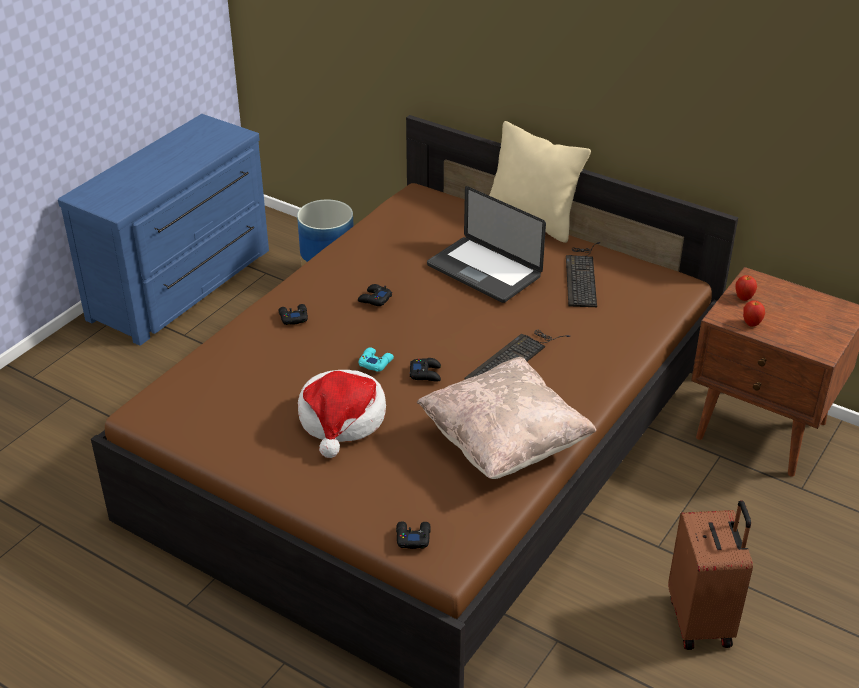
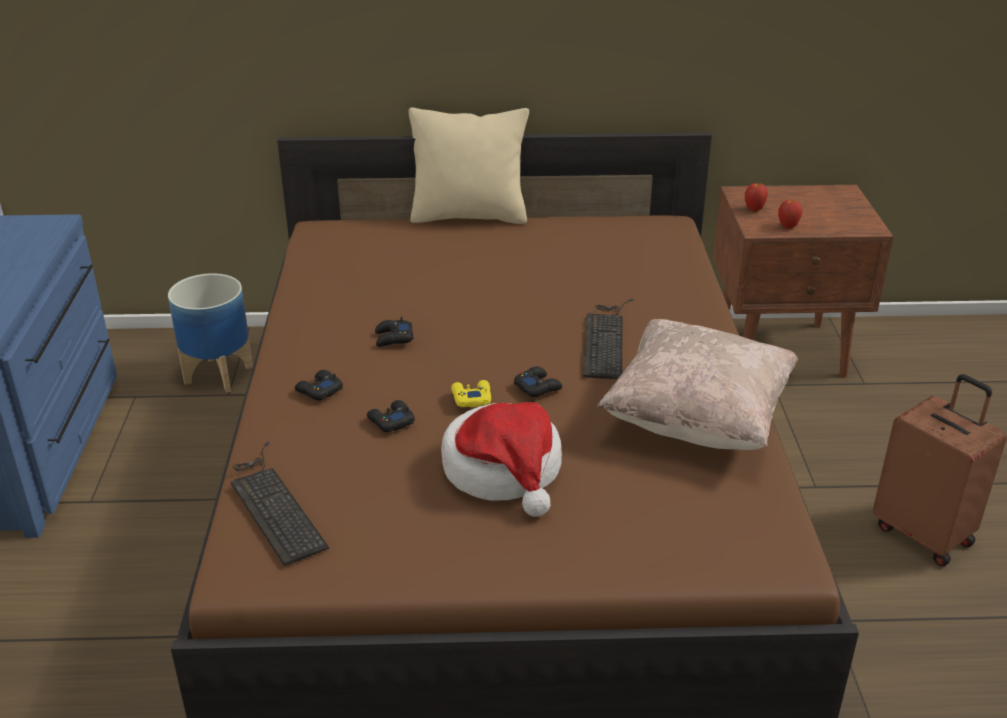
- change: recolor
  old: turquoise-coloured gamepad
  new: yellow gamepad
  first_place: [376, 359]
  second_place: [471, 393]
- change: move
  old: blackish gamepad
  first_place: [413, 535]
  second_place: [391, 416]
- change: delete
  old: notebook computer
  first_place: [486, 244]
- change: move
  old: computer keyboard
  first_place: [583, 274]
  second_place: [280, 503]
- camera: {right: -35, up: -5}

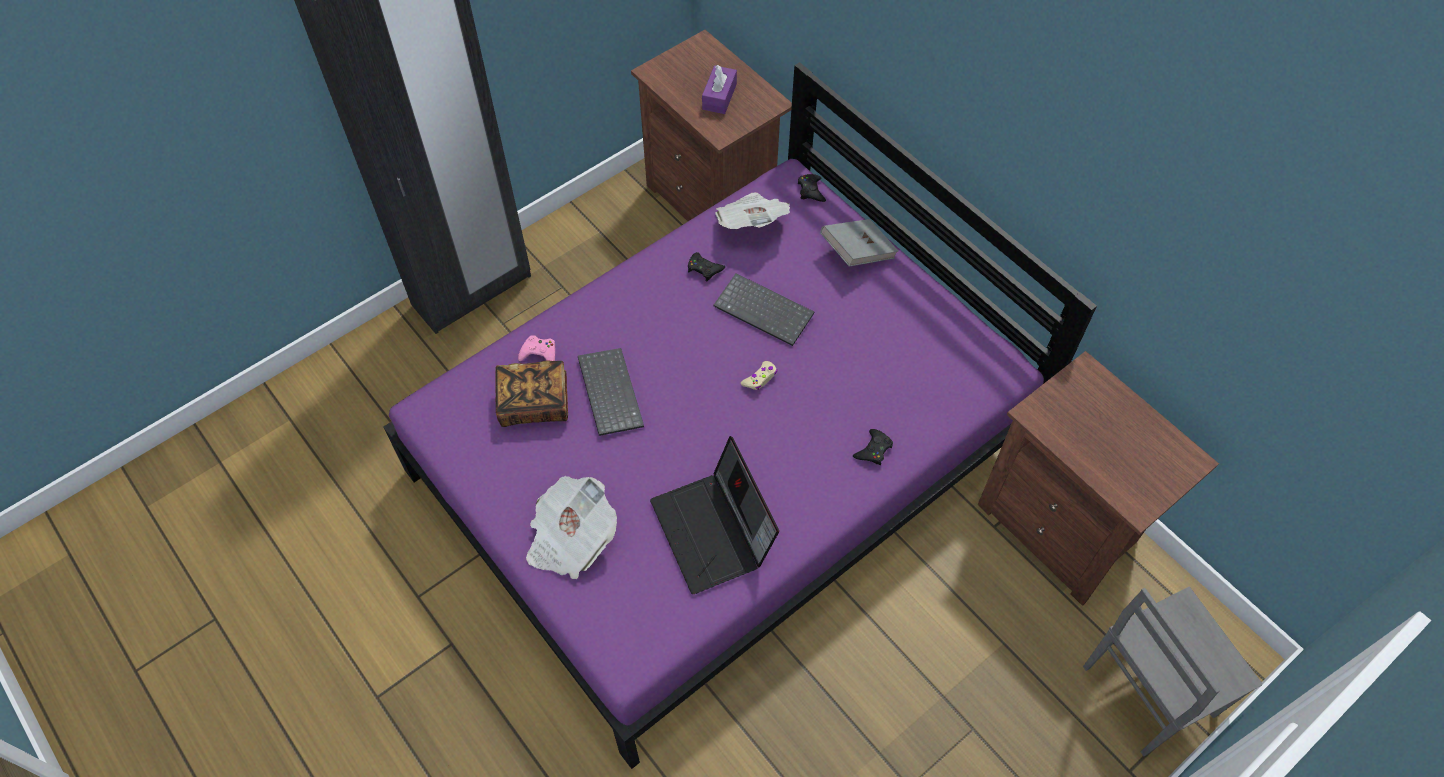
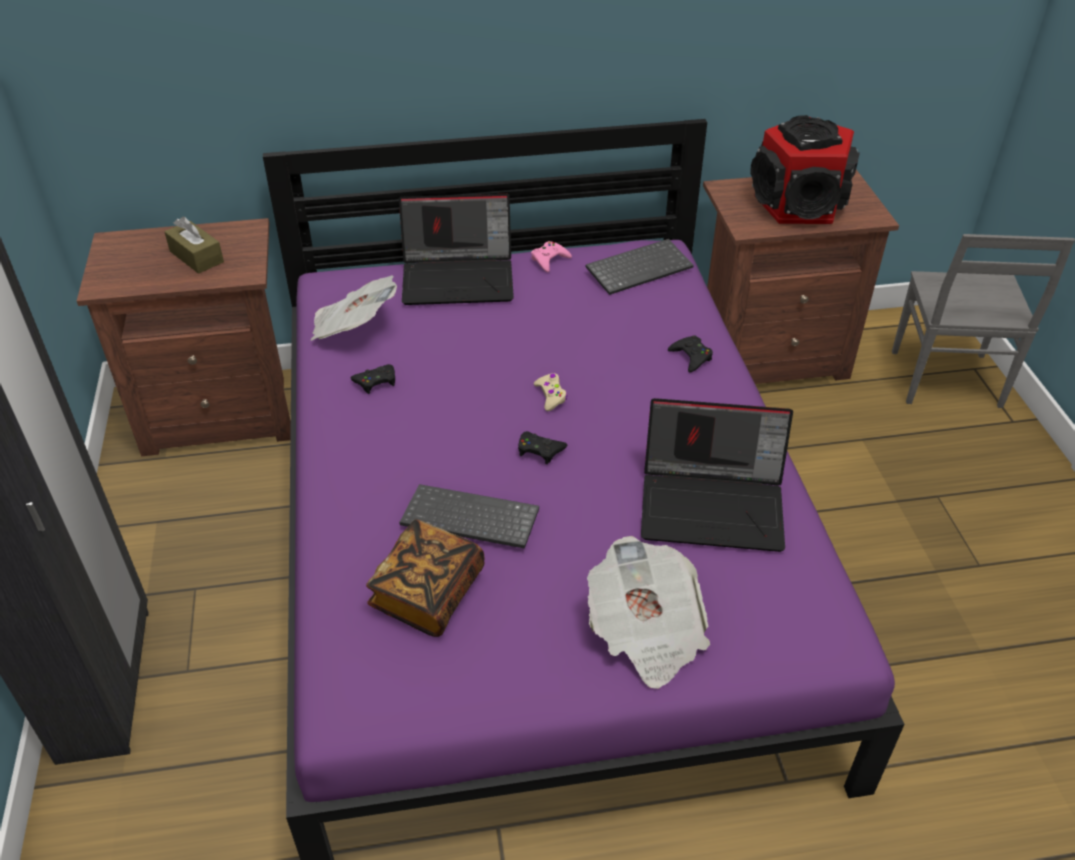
- change: move
  old: pink-coloured gamepad
  first_place: [536, 348]
  second_place: [551, 256]
- change: recolor
  old: purplish tissue box
  new: brown tissue box
  first_place: [719, 89]
  second_place: [194, 245]
- change: move
  old: computer keyboard
  first_place: [764, 309]
  second_place: [640, 267]
- change: move
  old: blackish gamepad
  first_place: [812, 188]
  second_place: [542, 447]
- change: replace
  old: grey bound book
  new: notebook computer
  first_place: [859, 243]
  second_place: [456, 249]
- change: insert
  new: speaker
  second_place: [805, 169]
- camera: {right: -60, up: -15}

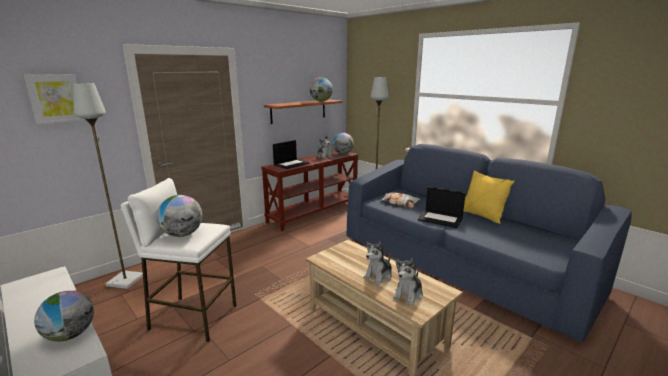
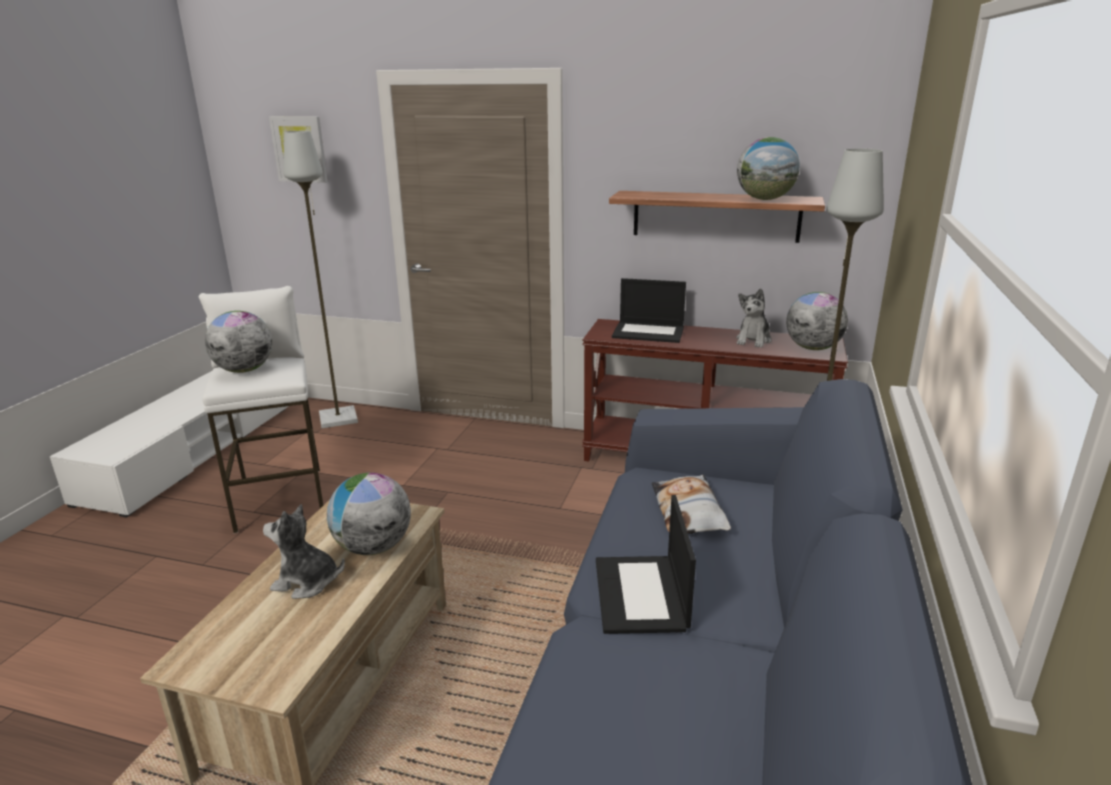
- change: move
  old: world globe
  first_place: [64, 316]
  second_place: [369, 514]
- change: delete
  old: plush toy
  first_place: [408, 282]
- change: delete
  old: yellow throw pillow
  first_place: [488, 197]
- camera: {right: 60, up: 5}

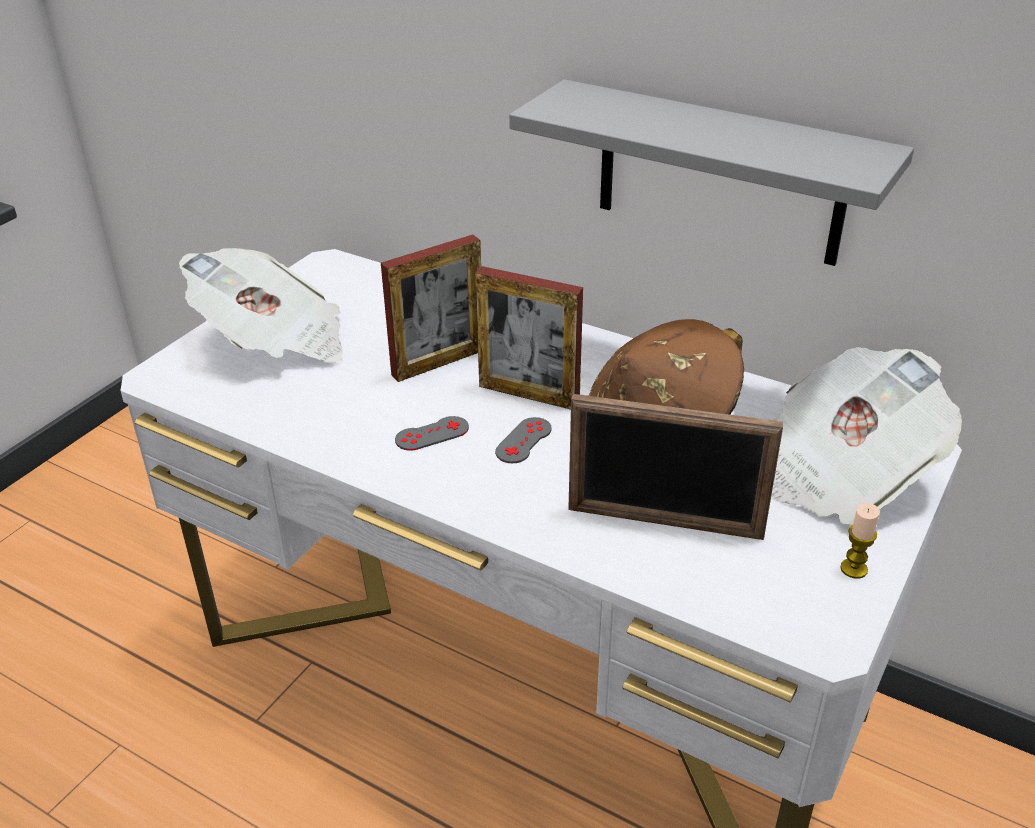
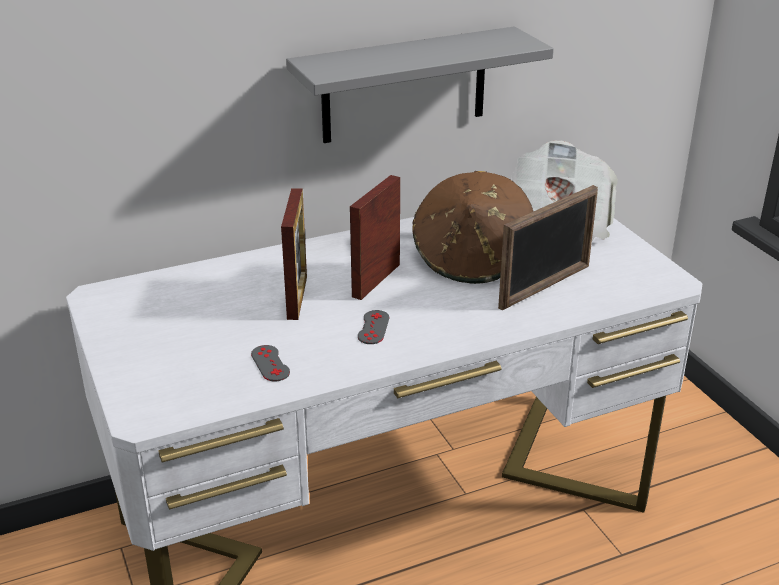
- change: delete
  old: newspaper
  first_place: [261, 305]
- change: rotate
  old: standing frame
  first_place: [529, 338]
  second_place: [375, 237]
  degrees: 150
- change: move
  old: grey gamepad
  first_place: [523, 440]
  second_place: [270, 363]
- change: delete
  old: wax light
  first_place: [860, 541]
- camera: {right: -55, up: -5}

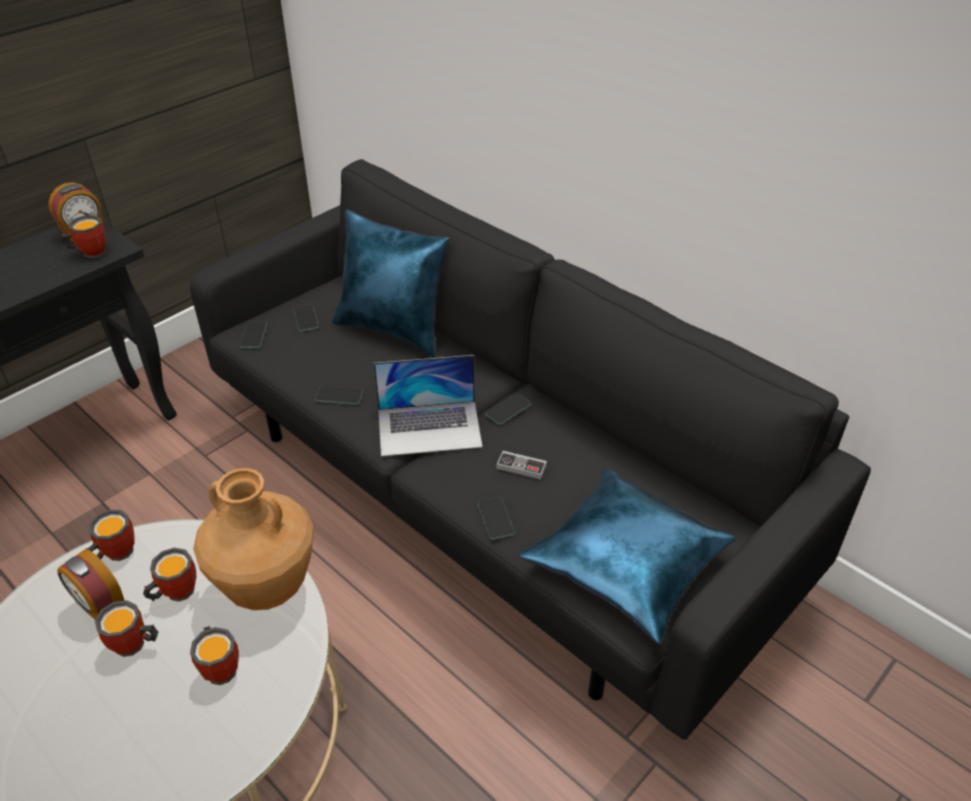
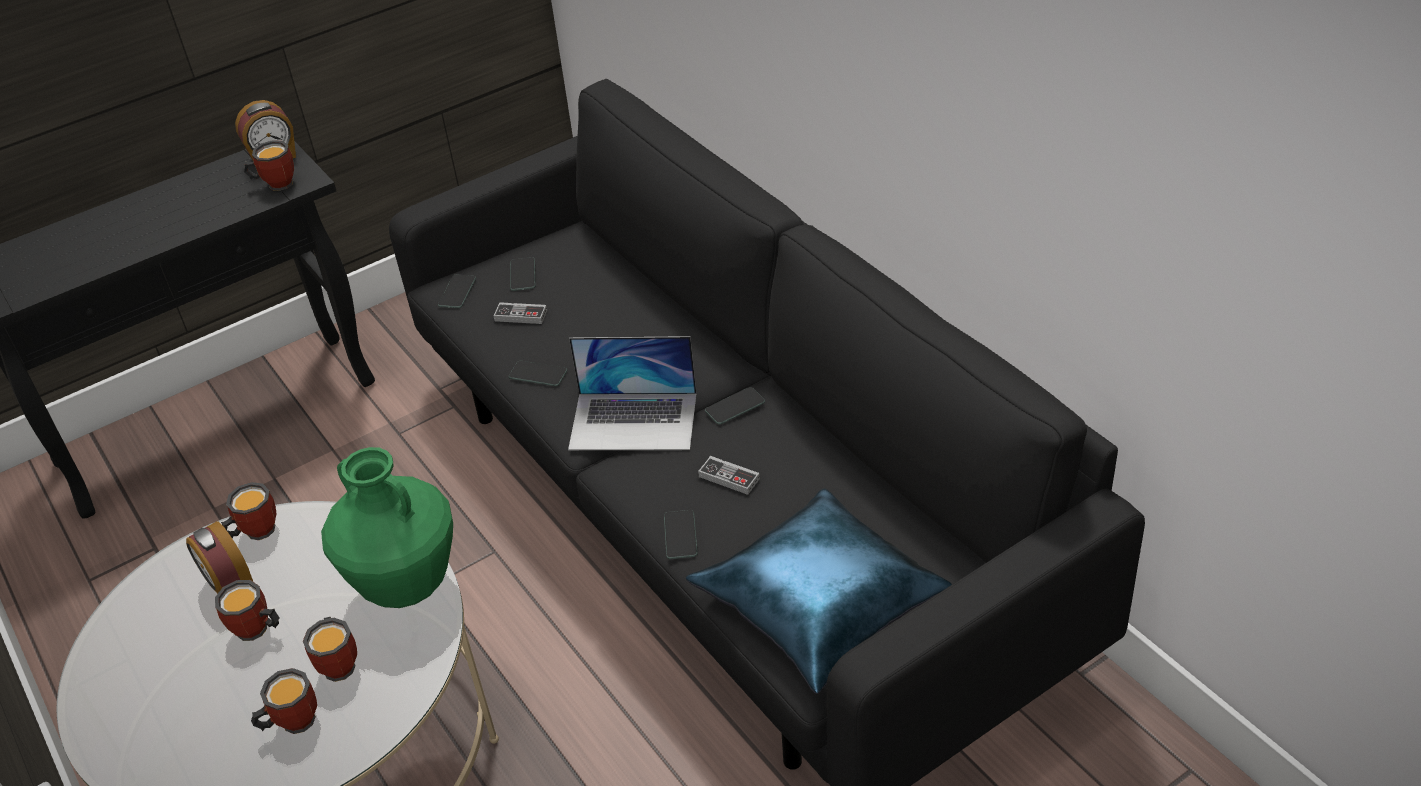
- change: move
  old: tea mug
  first_place: [169, 575]
  second_place: [284, 701]
- change: recolor
  old: brown decorative vase
  new: greenish decorative vase
  first_place: [253, 539]
  second_place: [387, 527]
- change: delete
  old: blue-coloured throw pillow
  first_place: [391, 283]
- change: insert
  new: gamepad
  second_place: [520, 313]
- camera: {right: 15, up: 0}

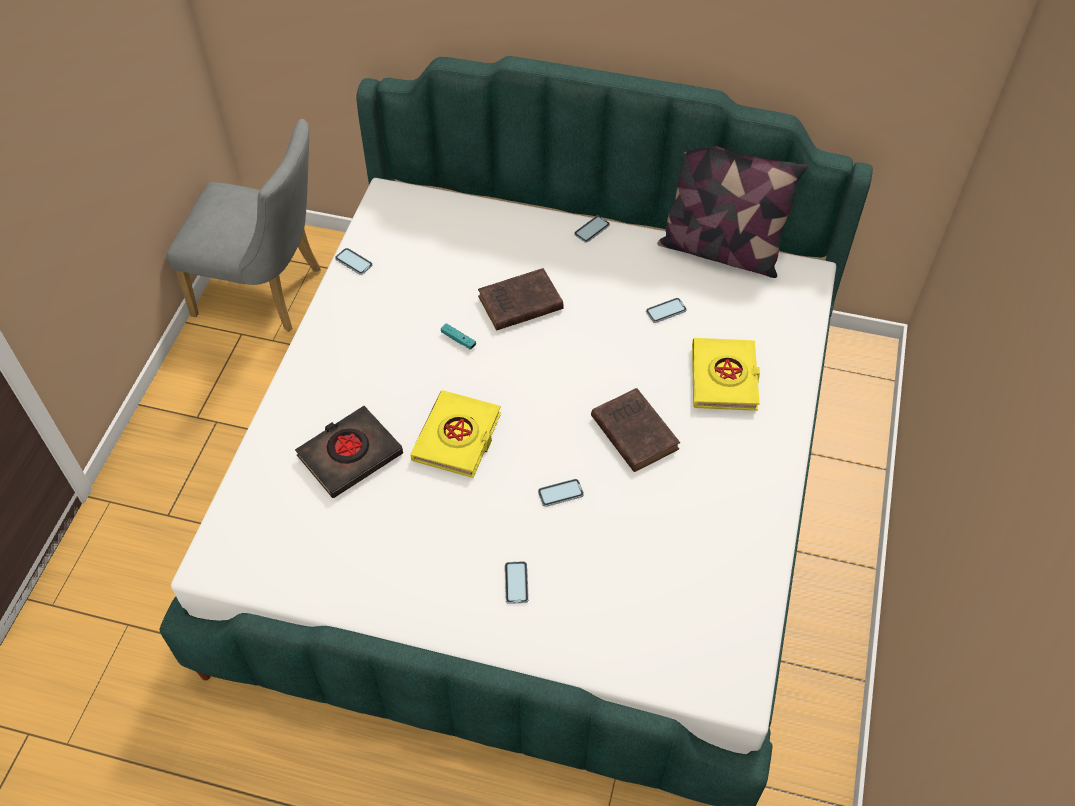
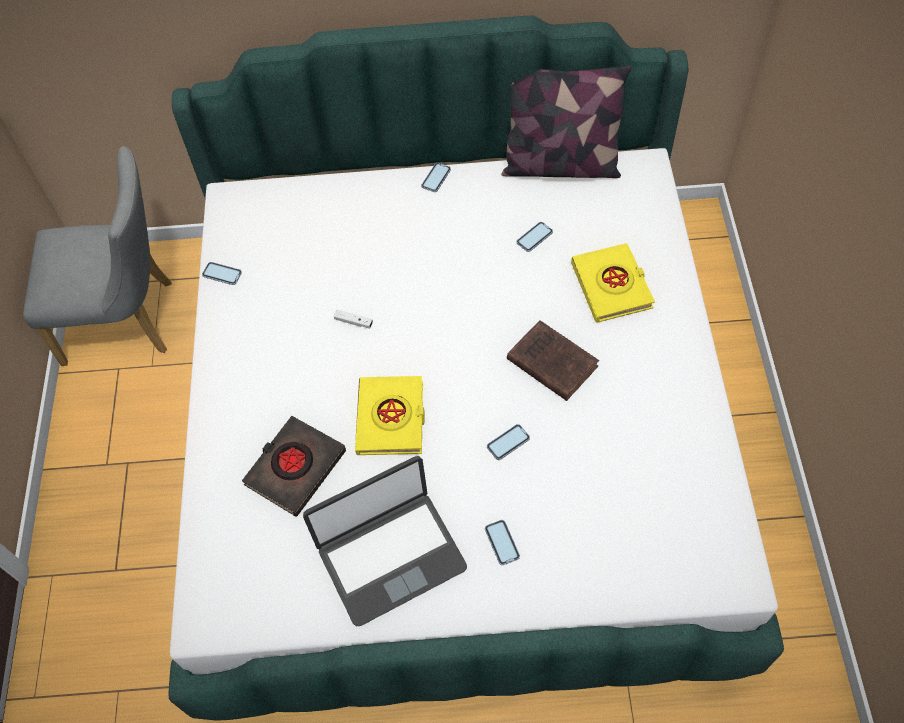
- change: recolor
  old: turquoise-coloured gamepad
  new: whitish gamepad
  first_place: [458, 336]
  second_place: [353, 319]
- change: delete
  old: brown bound book
  first_place: [521, 299]
- change: insert
  new: notebook computer
  second_place: [385, 541]
- camera: {right: -15, up: 5}

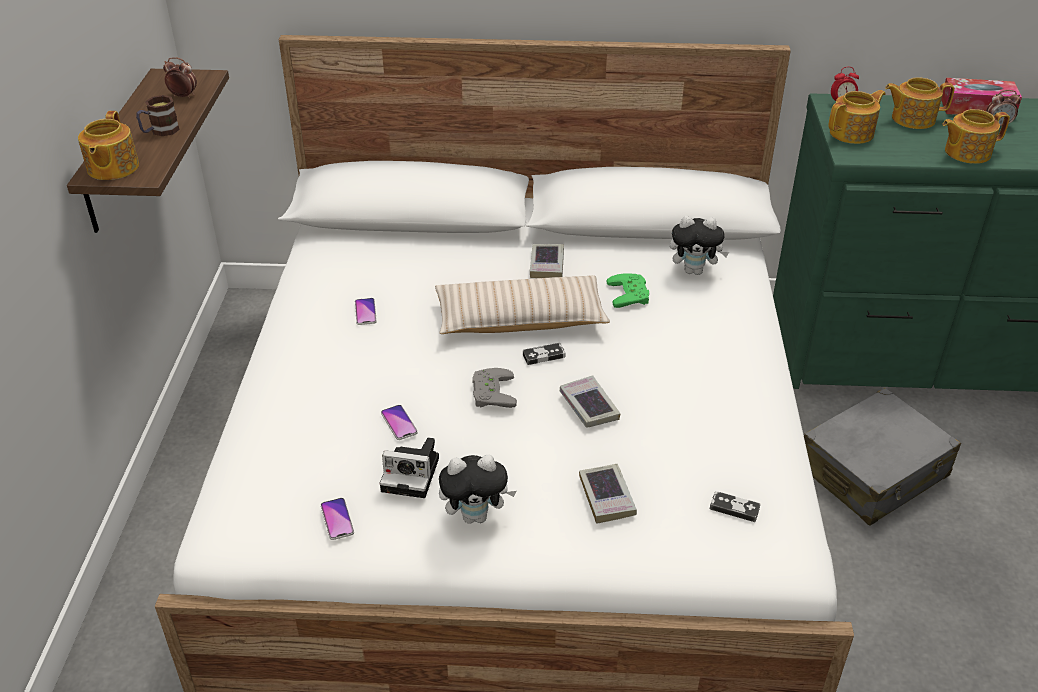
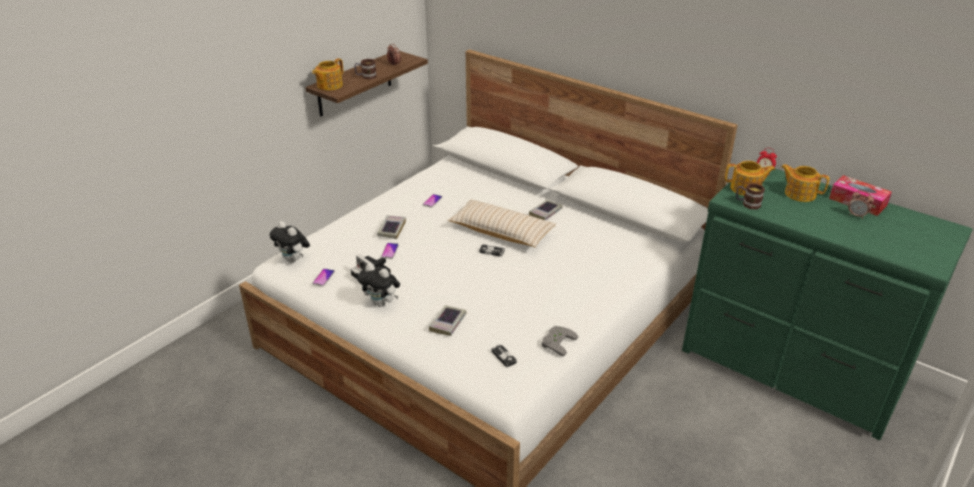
- change: move
  old: grey gamepad
  first_place: [494, 388]
  second_place: [560, 341]
- change: move
  old: bound book
  first_place: [590, 401]
  second_place: [391, 227]
- change: delete
  old: greenish gamepad
  first_place: [628, 290]
- change: move
  old: plush toy
  first_place: [699, 245]
  second_place: [290, 242]
- change: delete
  old: grey travel case
  first_place: [882, 457]
- change: delete
  old: tea pot
  first_place: [976, 136]
- change: insert
  new: tea mug
  second_place: [750, 196]
- camera: {right: 35, up: -5}

